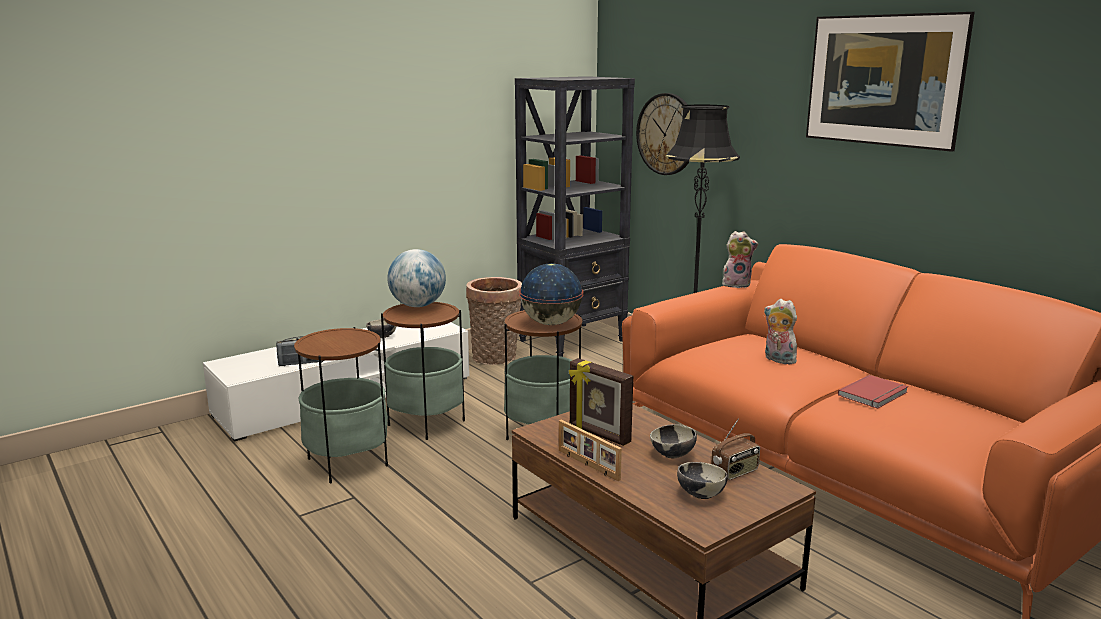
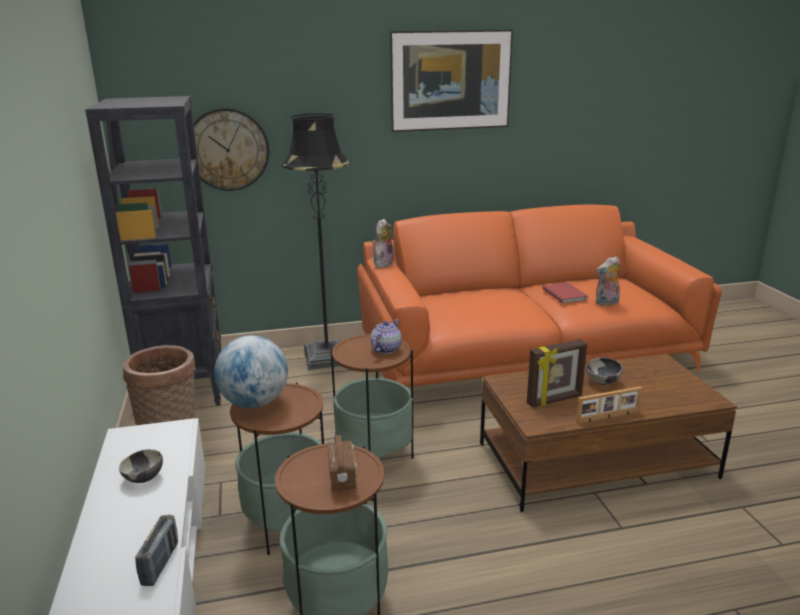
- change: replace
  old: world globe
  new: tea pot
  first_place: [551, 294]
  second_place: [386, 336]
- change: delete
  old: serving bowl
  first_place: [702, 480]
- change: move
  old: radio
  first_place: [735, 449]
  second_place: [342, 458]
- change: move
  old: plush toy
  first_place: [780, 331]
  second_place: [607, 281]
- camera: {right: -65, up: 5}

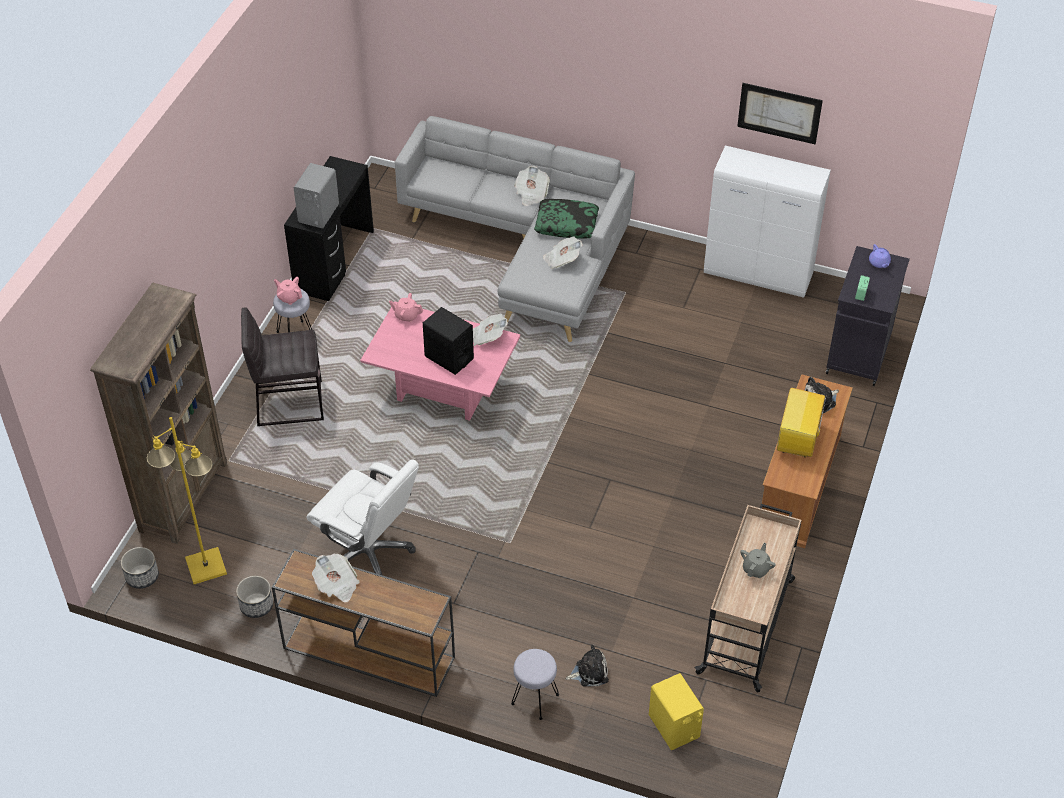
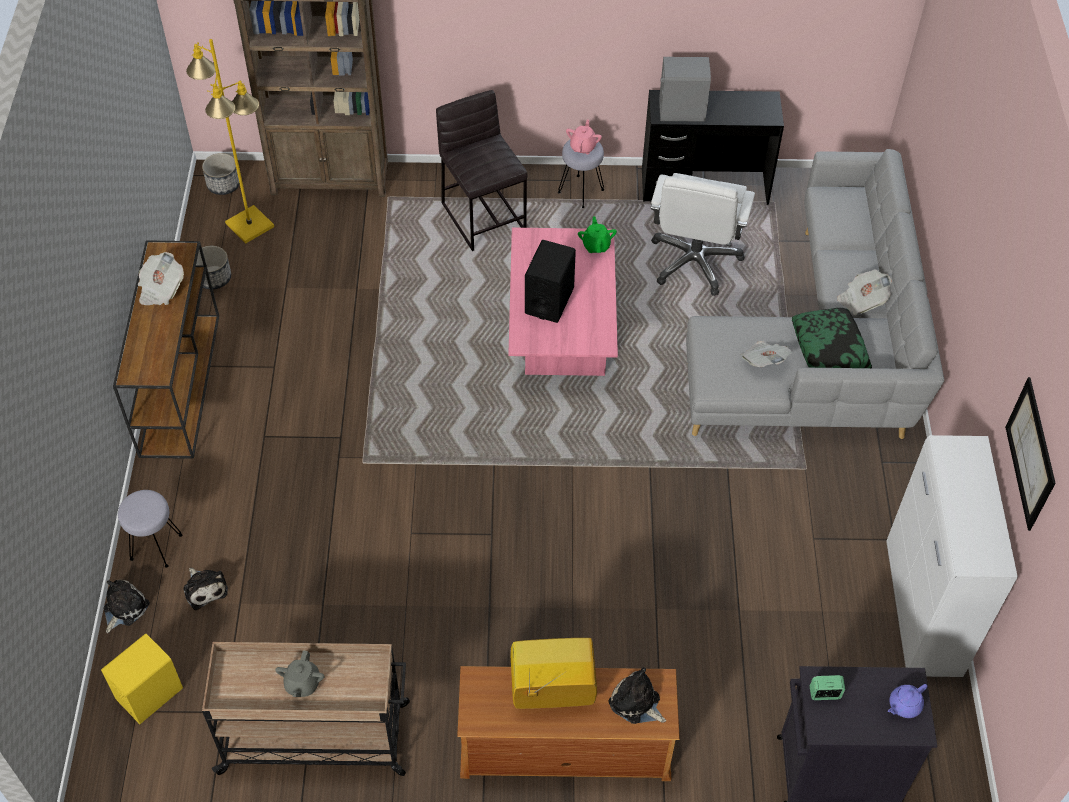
- change: move
  old: whitish computer chair
  first_place: [363, 517]
  second_place: [702, 234]
- change: recolor
  old: pink-coloured tea pot
  new: greenish tea pot
  first_place: [406, 307]
  second_place: [597, 234]
- change: delete
  old: newspaper
  first_place: [490, 330]
- change: rotate
  old: grey tea pot
  first_place: [758, 560]
  second_place: [300, 673]
  degrees: 90
- change: insert
  new: plush toy
  second_place: [127, 606]
- camera: {right: 70, up: 5}

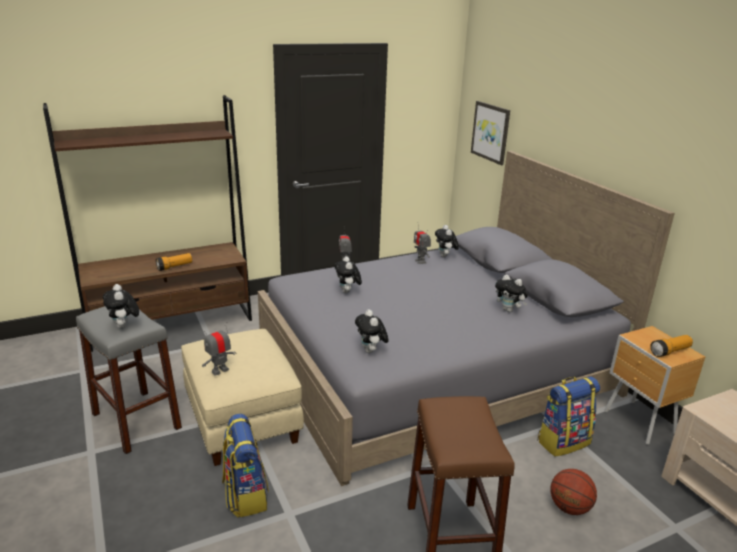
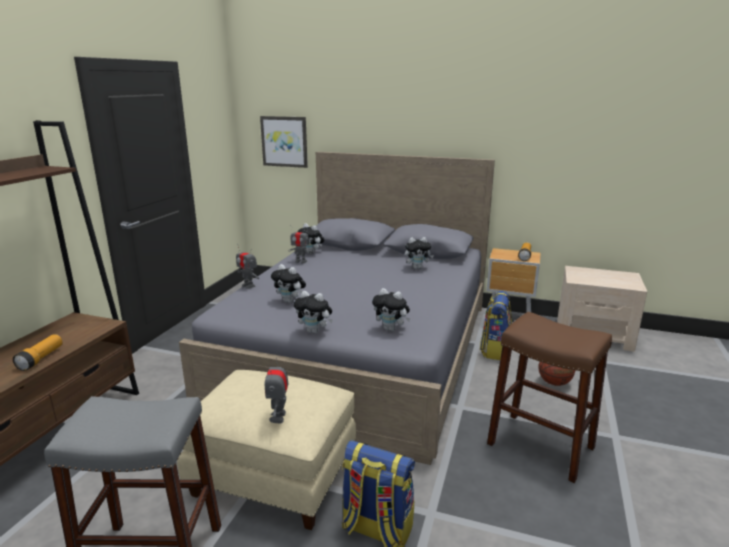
- change: move
  old: plush toy
  first_place: [121, 306]
  second_place: [313, 312]
- camera: {right: -45, up: -5}

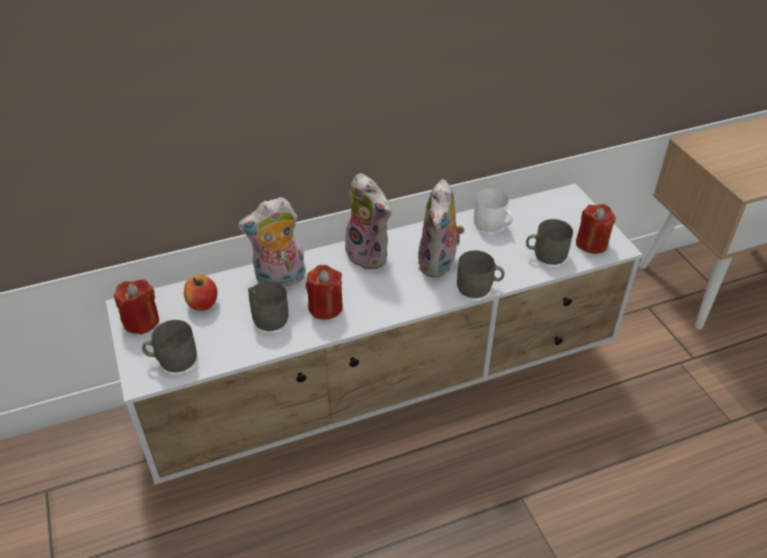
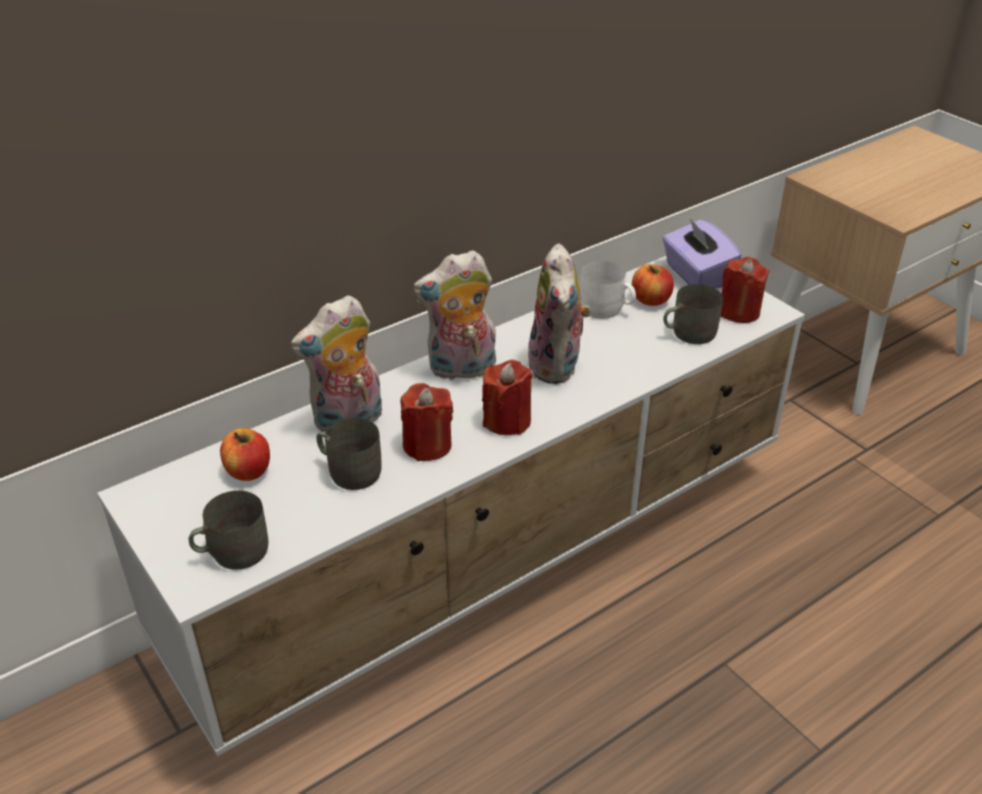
- change: move
  old: red wax light
  first_place: [136, 307]
  second_place: [507, 397]
- change: rotate
  old: plush toy
  first_place: [366, 221]
  second_place: [454, 315]
  degrees: 135
- change: delete
  old: grey tea mug
  first_place: [480, 274]
- change: insert
  new: apple
  second_place: [653, 285]
- change: insert
  new: purplish tissue box
  second_place: [702, 253]
- camera: {right: -15, up: -5}

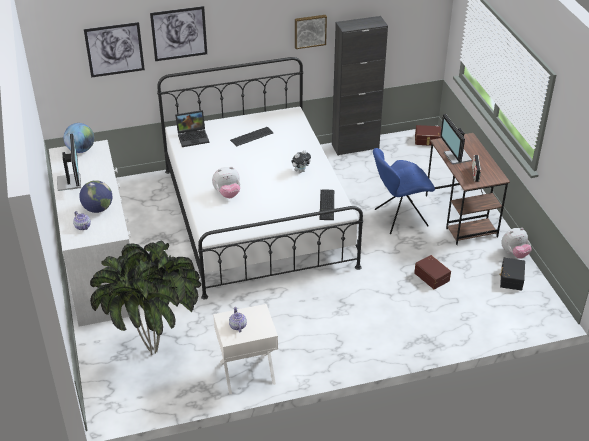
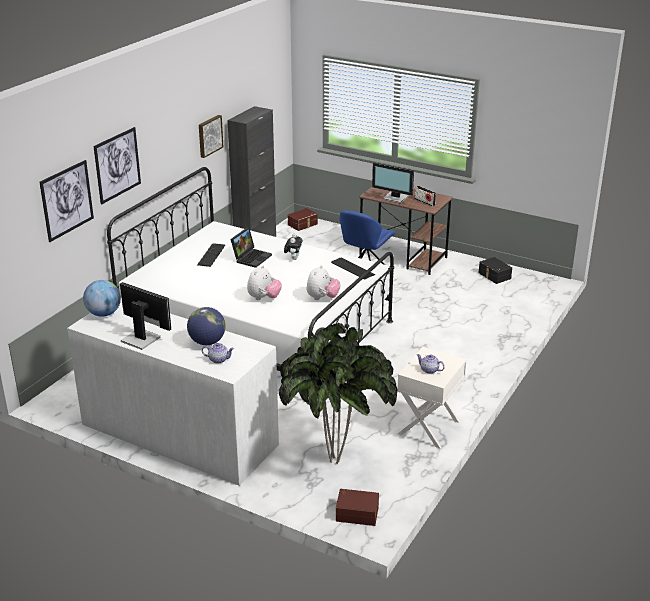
- change: move
  old: notebook computer
  first_place: [192, 128]
  second_place: [251, 247]
- change: move
  old: brown storage container
  first_place: [432, 272]
  second_place: [357, 507]
- change: move
  old: plush toy
  first_place: [516, 243]
  second_place: [324, 282]
- camera: {right: -45, up: -10}

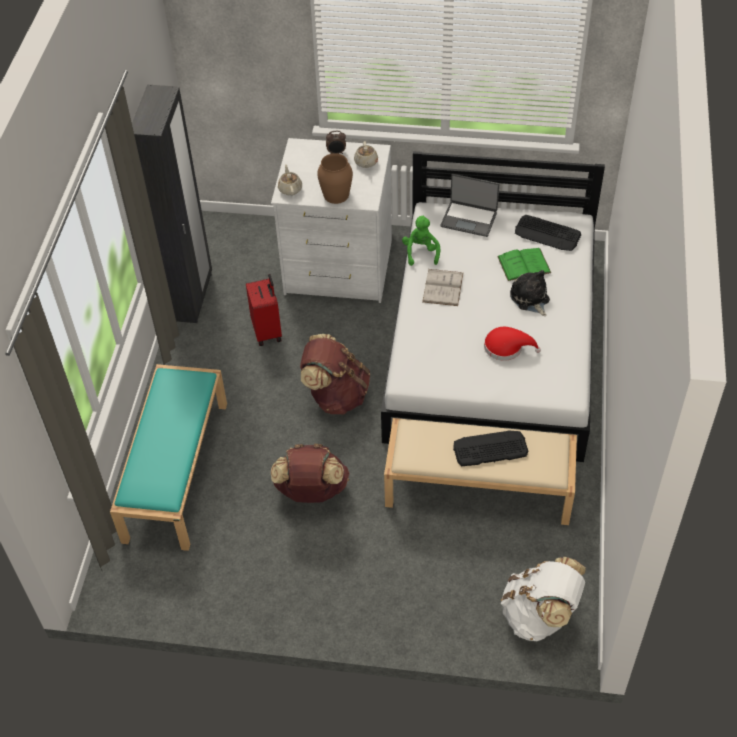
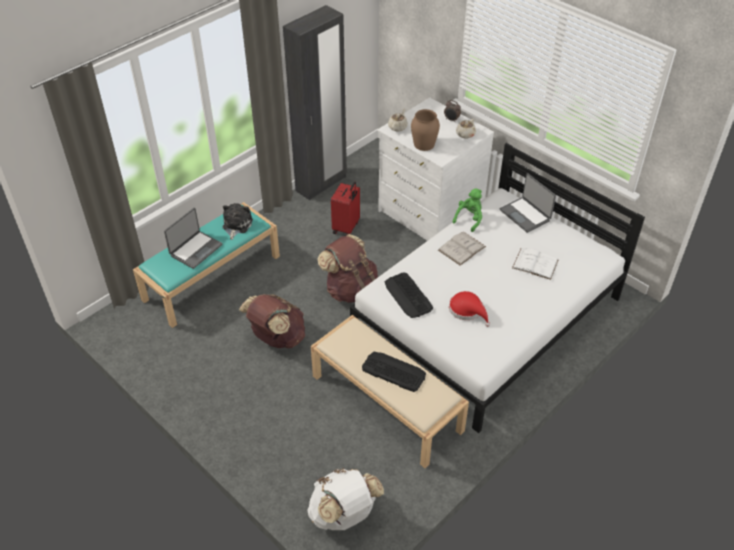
- change: recolor
  old: greenish bound book
  new: whitish bound book
  first_place: [524, 264]
  second_place: [535, 264]
- change: move
  old: plush toy
  first_place: [530, 293]
  second_place: [237, 221]
- change: move
  old: computer keyboard
  first_place: [548, 233]
  second_place: [409, 295]
- change: insert
  new: notebook computer
  second_place: [193, 238]
- camera: {right: 35, up: -5}

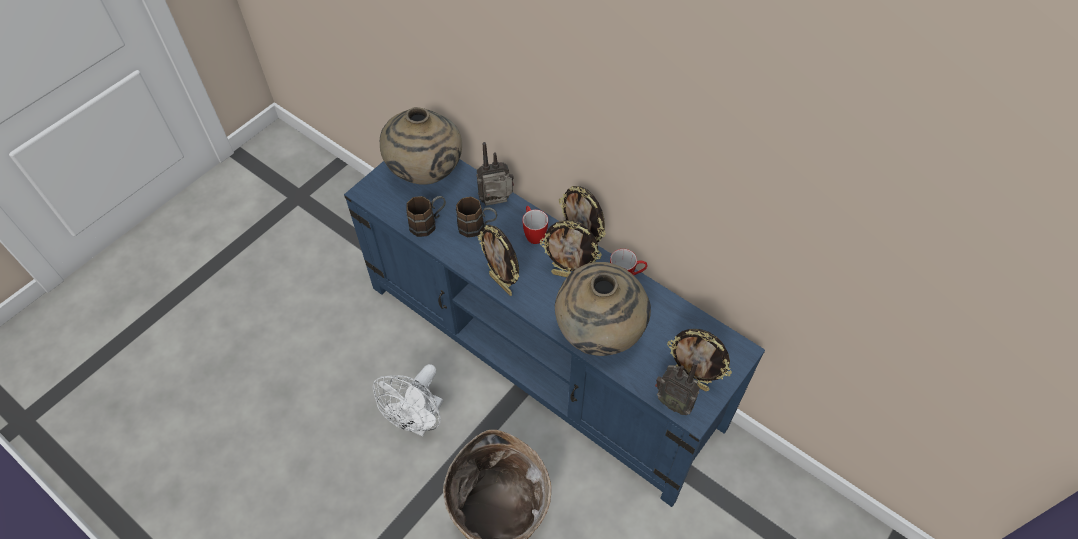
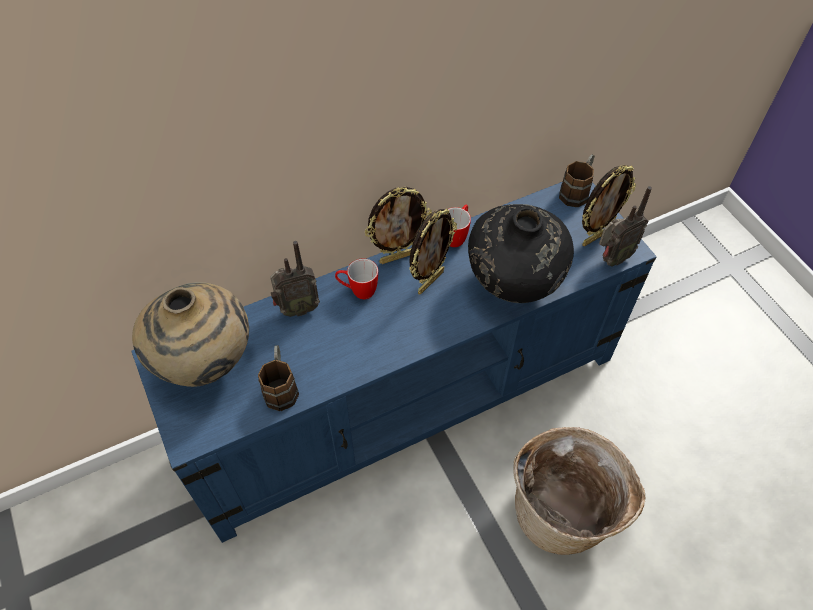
- change: delete
  old: whitish cooling fan
  first_place: [408, 400]
- change: move
  old: brown tea mug
  first_place: [476, 217]
  second_place: [576, 181]
- change: rotate
  old: radio
  first_place: [495, 174]
  second_place: [295, 279]
  degrees: -120
- change: delete
  old: standing frame
  first_place: [498, 260]
- change: recolor
  old: sand-coloured decorative vase
  new: blackish decorative vase
  first_place: [603, 309]
  second_place: [521, 253]
- camera: {right: -65, up: 0}

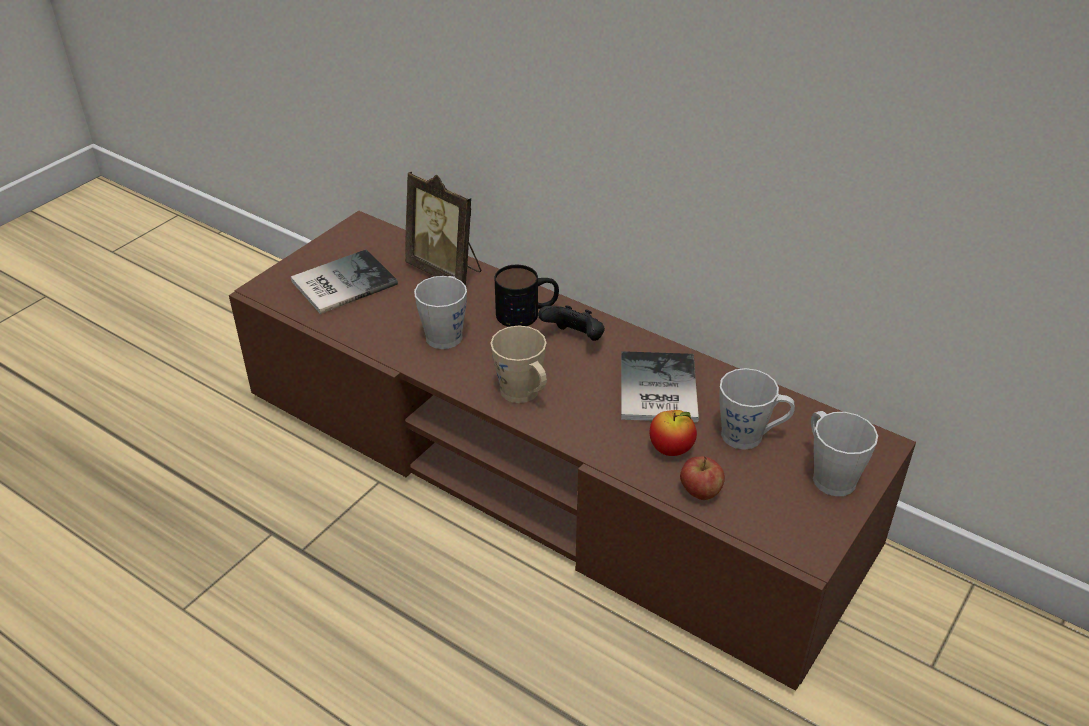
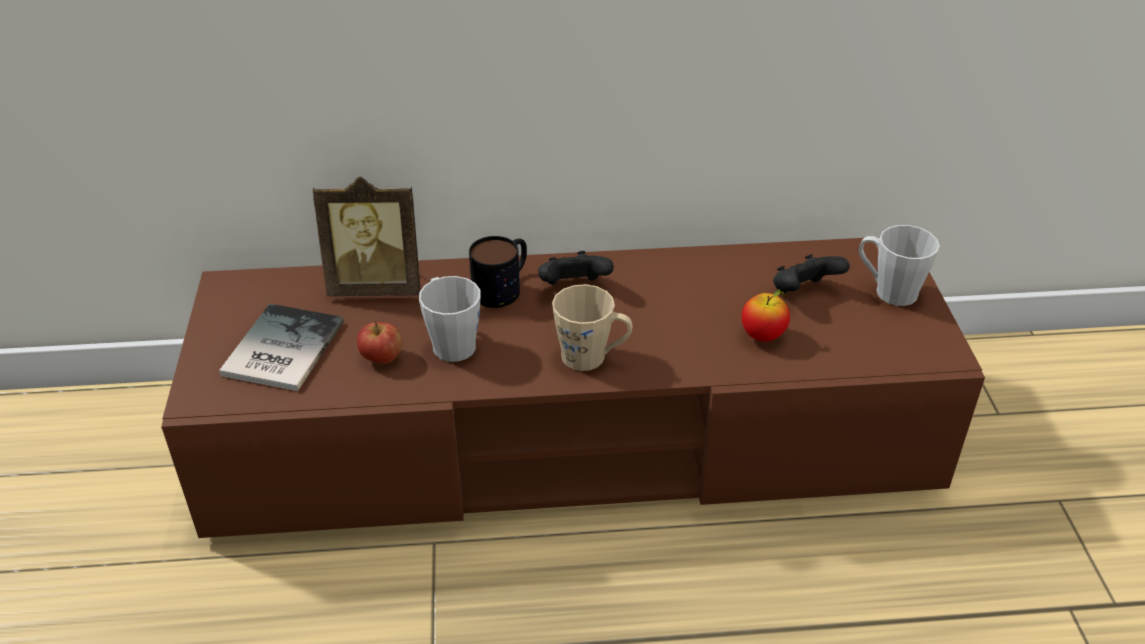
- change: delete
  old: bound book
  first_place: [660, 386]
- change: move
  old: apple
  first_place: [702, 478]
  second_place: [379, 342]
- change: replace
  old: grey tea mug
  new: blackish gamepad
  first_place: [757, 409]
  second_place: [811, 274]
- camera: {right: -40, up: 0}

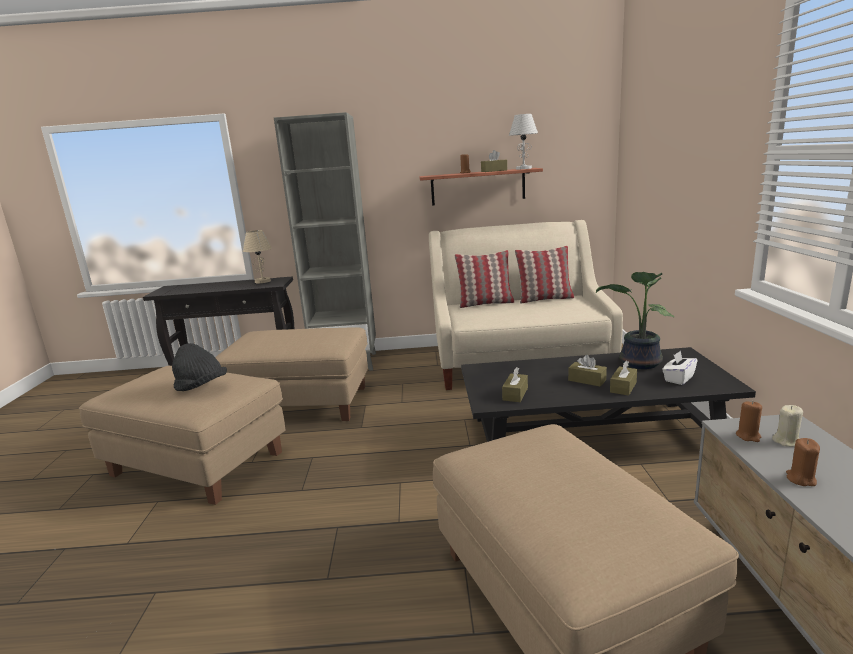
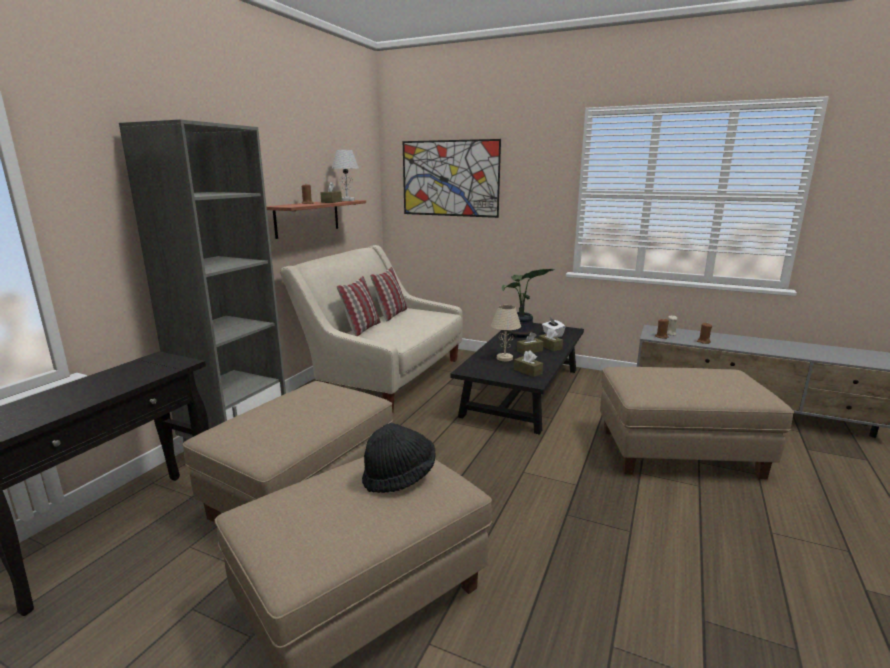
- change: move
  old: sand-coloured lamp for a table
  first_place: [257, 256]
  second_place: [506, 333]
- change: insert
  new: picture
  second_place: [452, 178]
- camera: {right: -65, up: 0}

